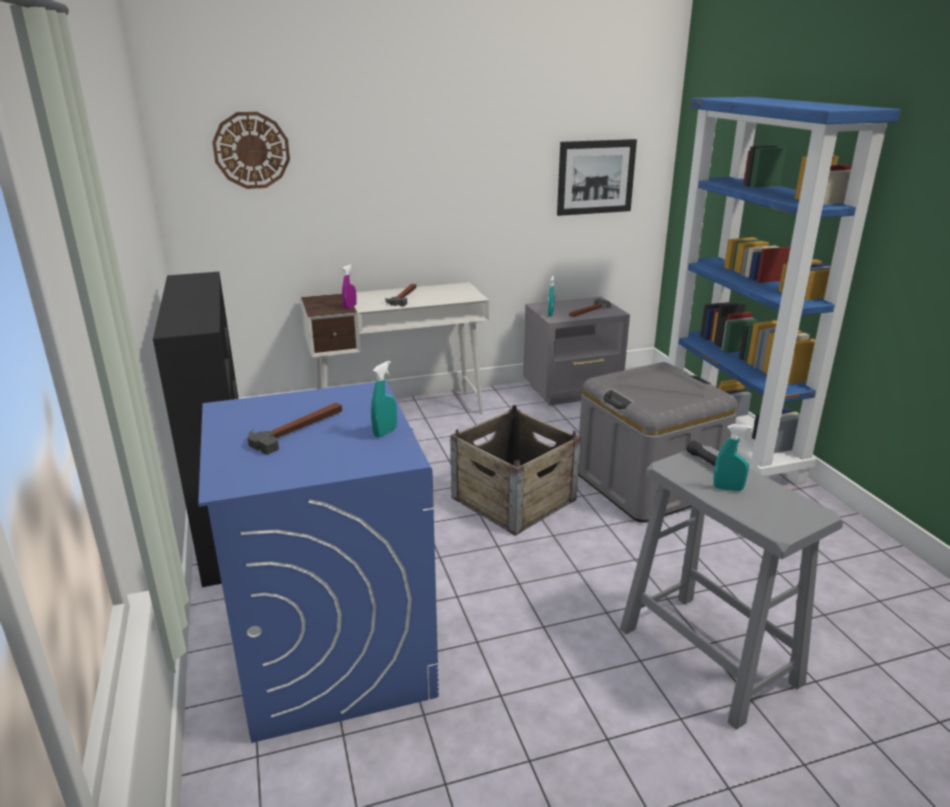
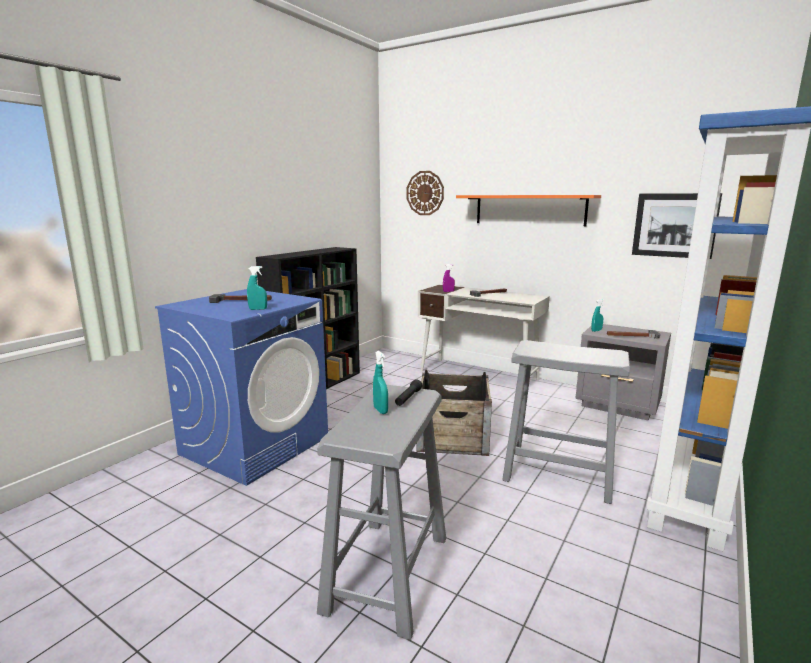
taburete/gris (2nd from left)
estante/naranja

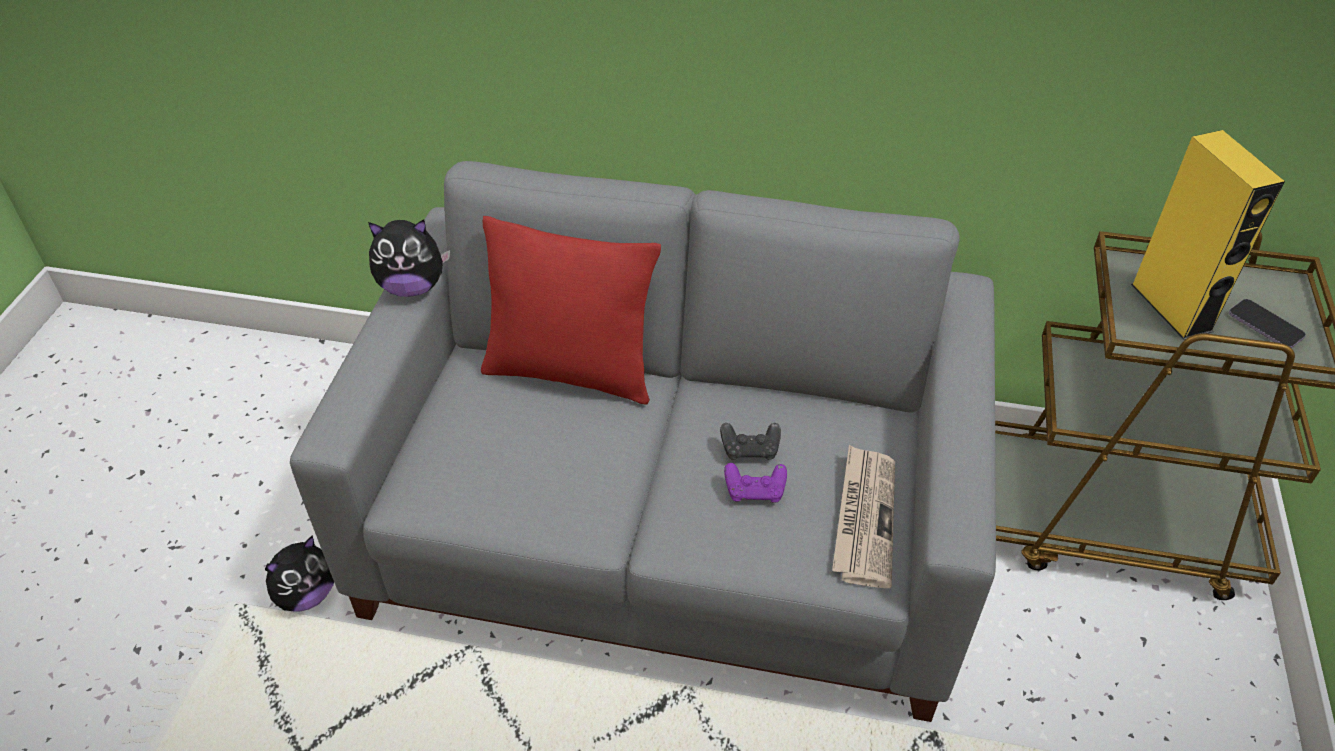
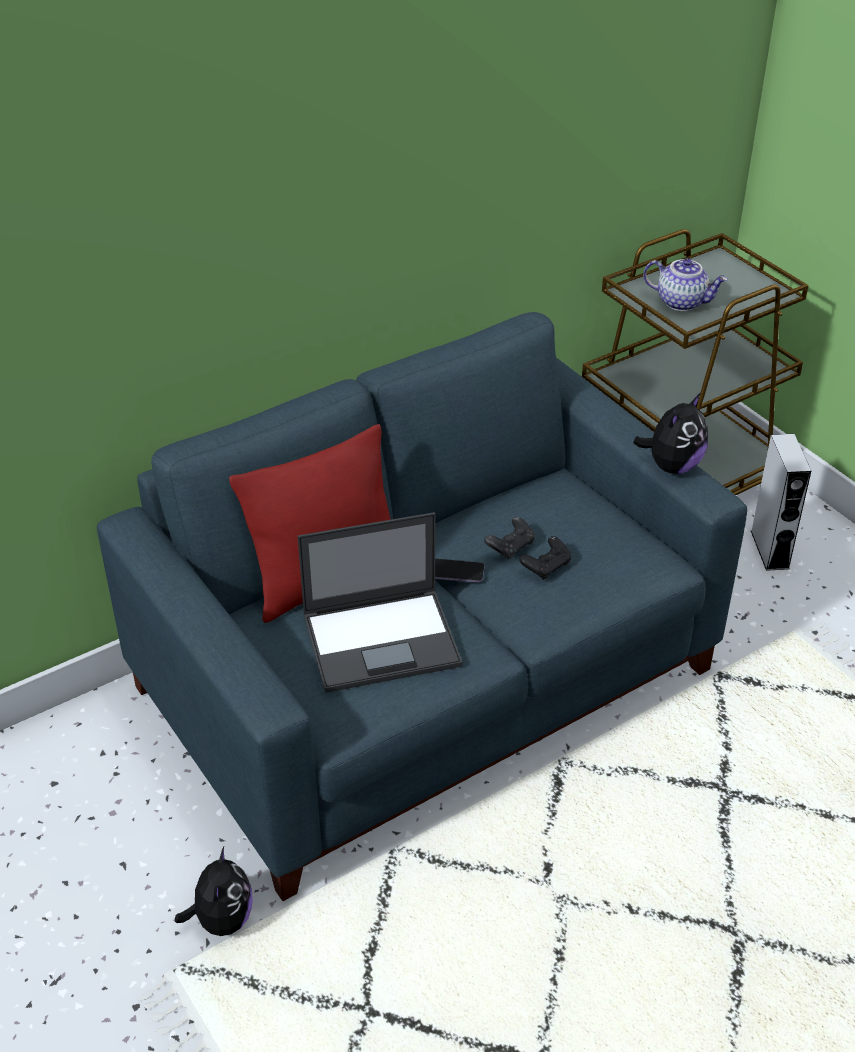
sofá/azul
peluche (2nd from left)
mando de consola/negro (2nd from left)
periódico
tetera
móvil
portátil
altavoz/gris

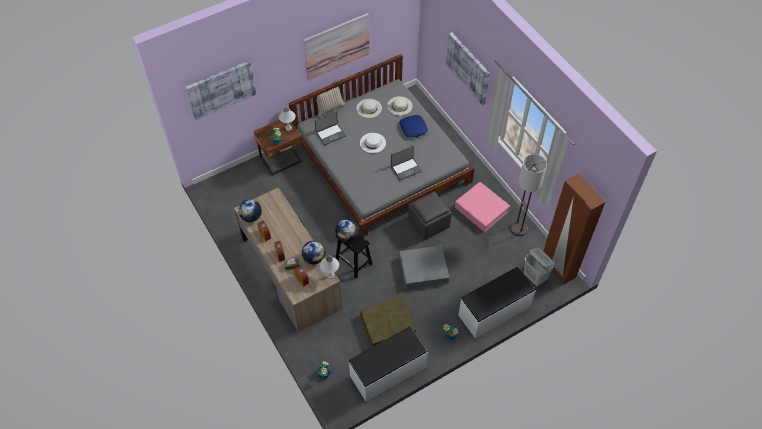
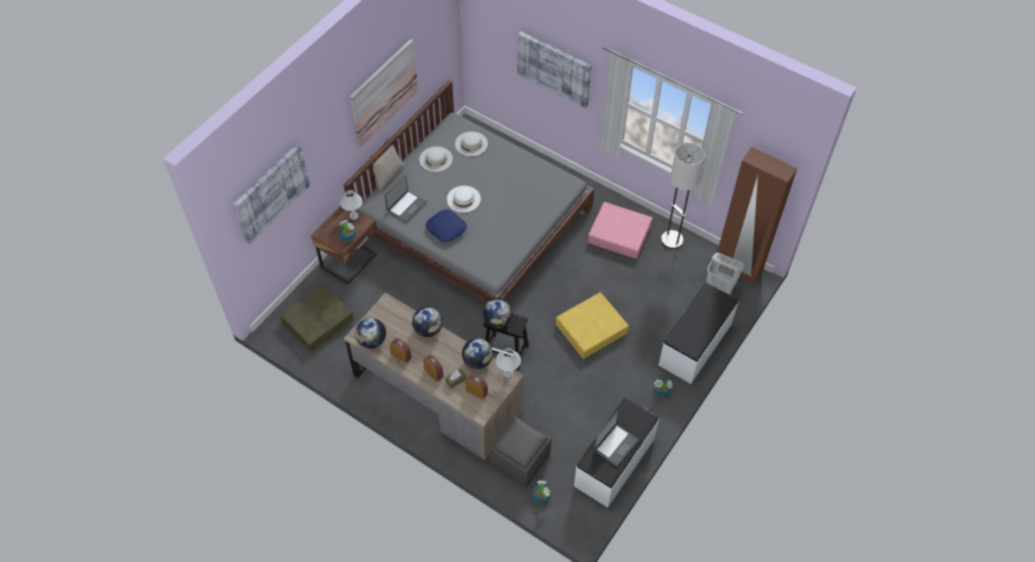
caja de almacenaje/marrón
portátil (2nd from left)
cojín/azul
caja de almacenaje/amarillo
puf/gris
globo terráqueo (2nd from left)

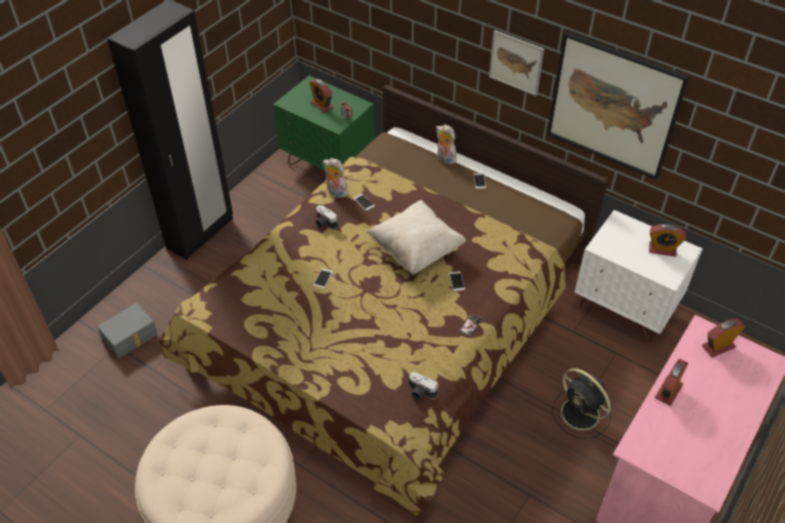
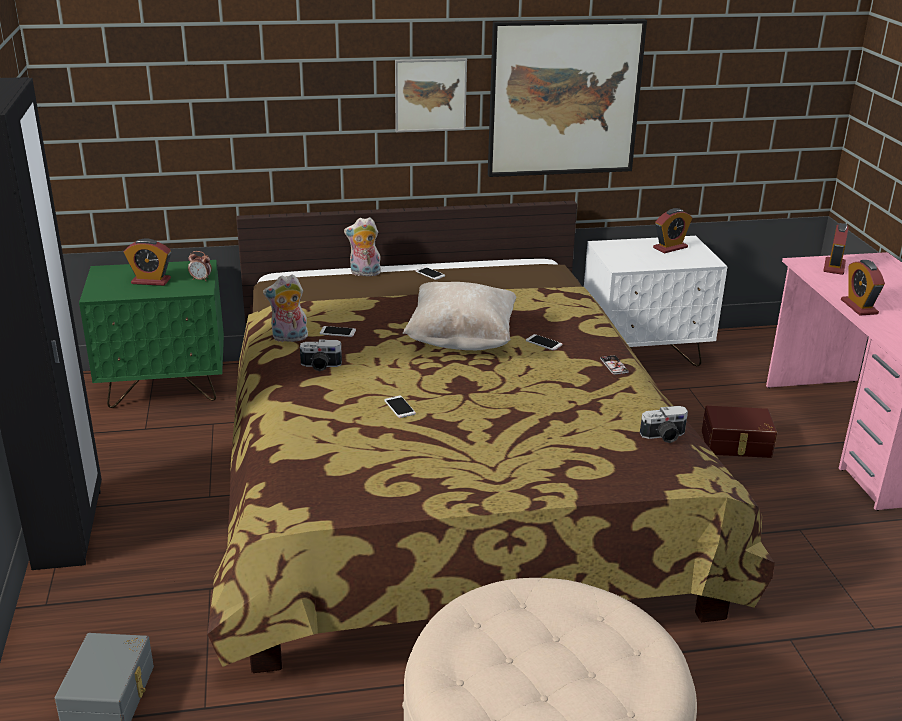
caja de almacenaje/marrón

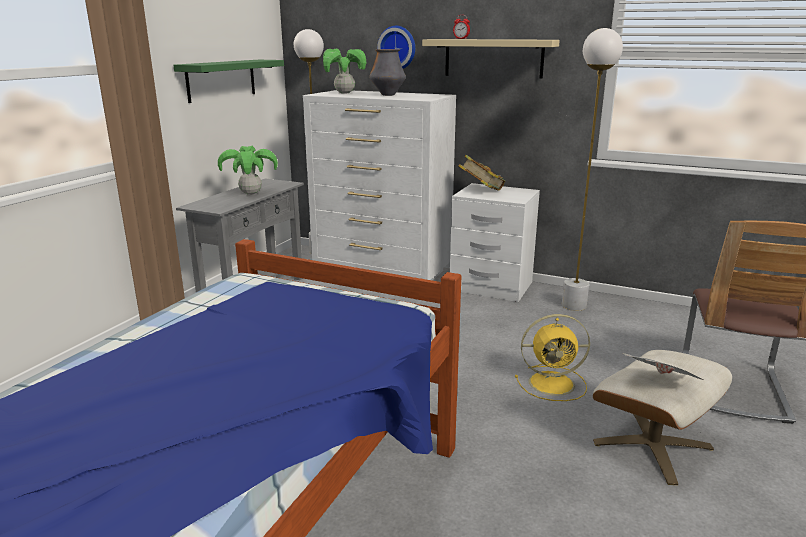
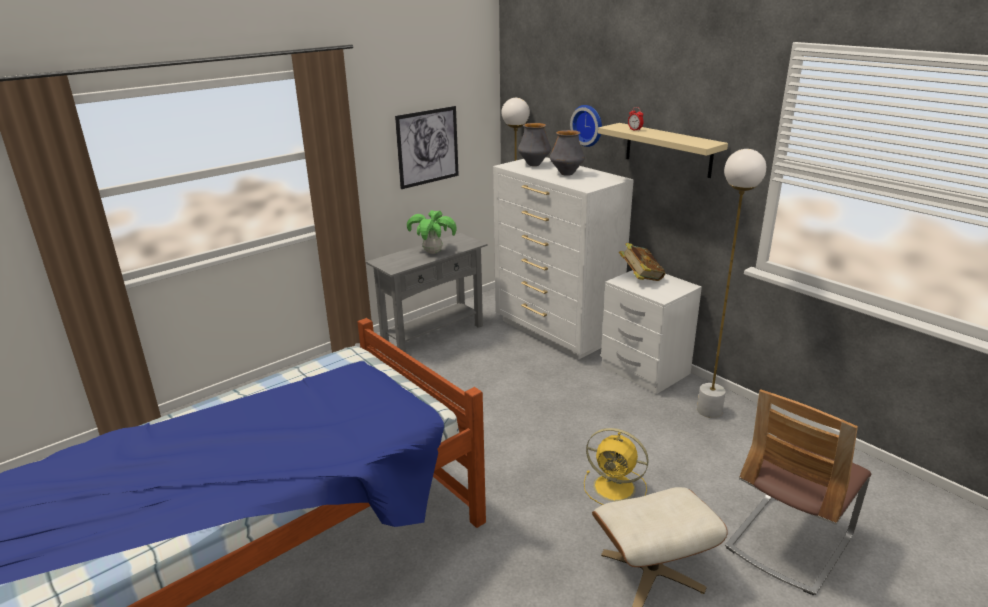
cuadro
florero (1st from left)
periódico

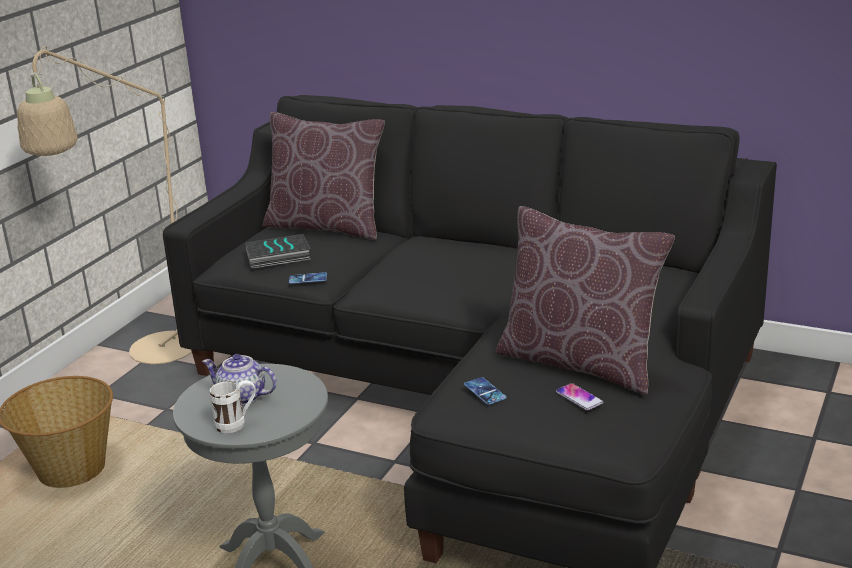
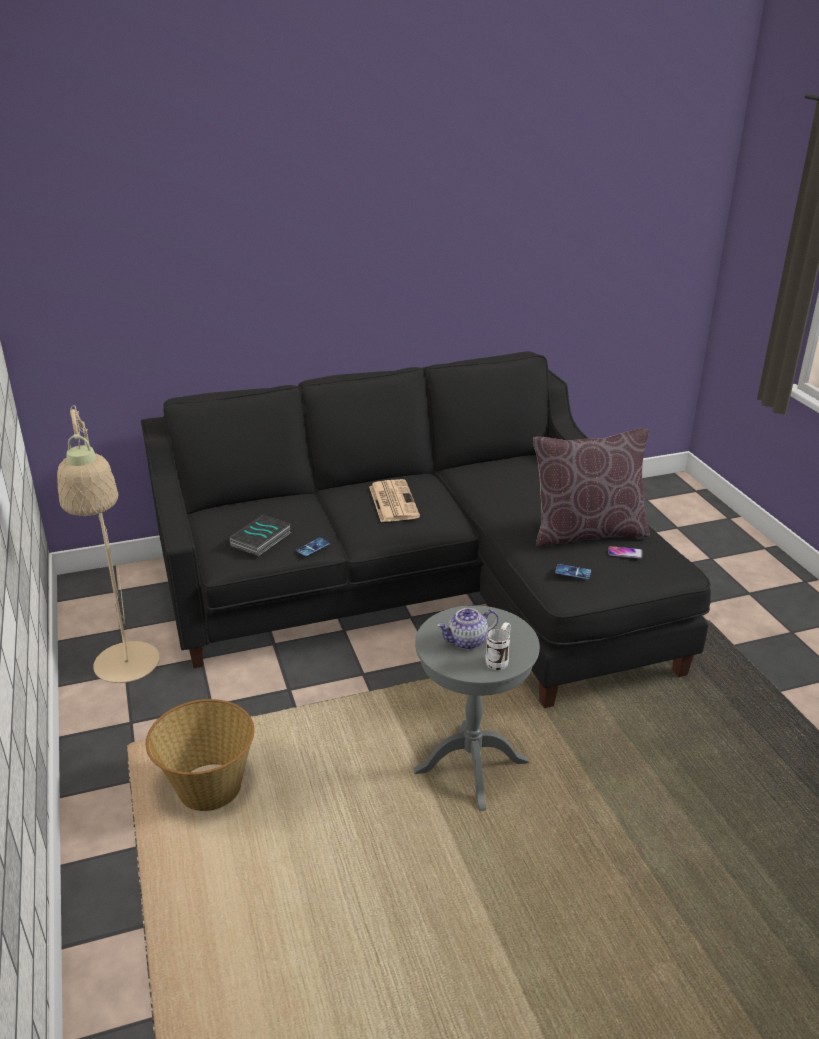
cojín/marrón (1st from left in the first image)
periódico

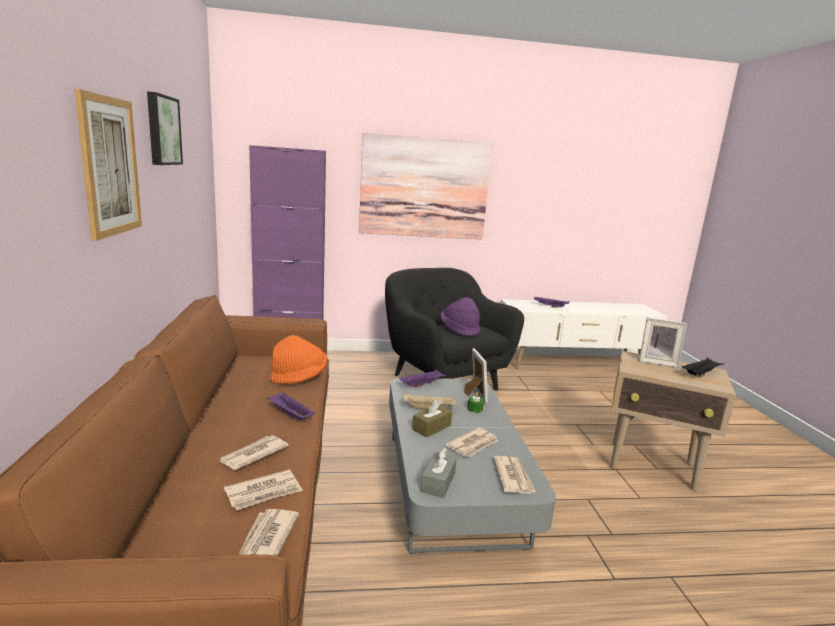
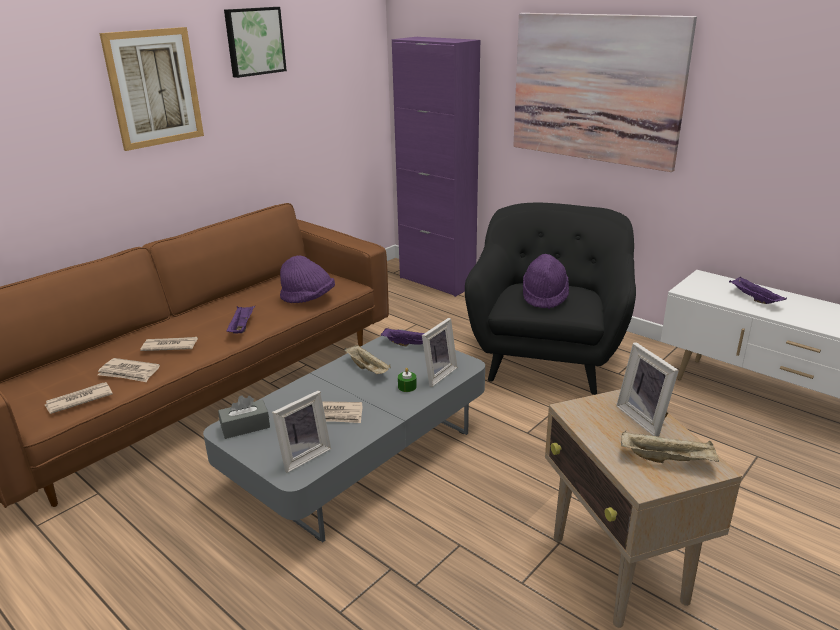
sombrero/morado (1st from left)
caja de pañuelos/marrón
portarretratos (1st from left)
bandeja/beis (2nd from left)

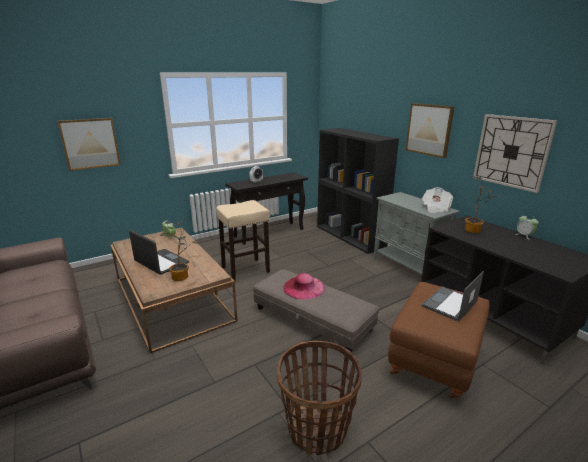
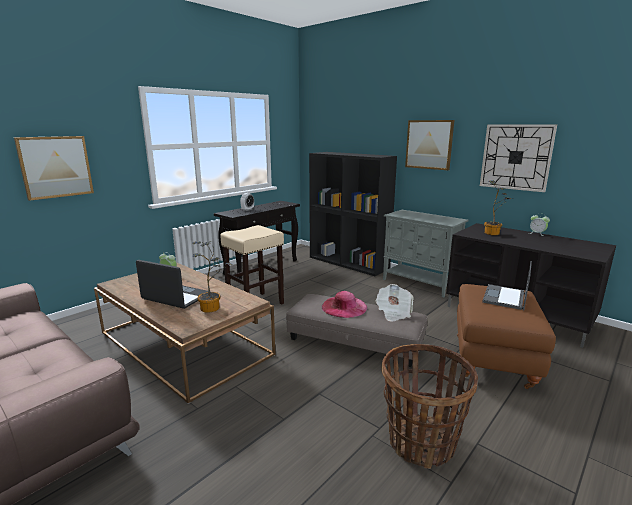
periódico

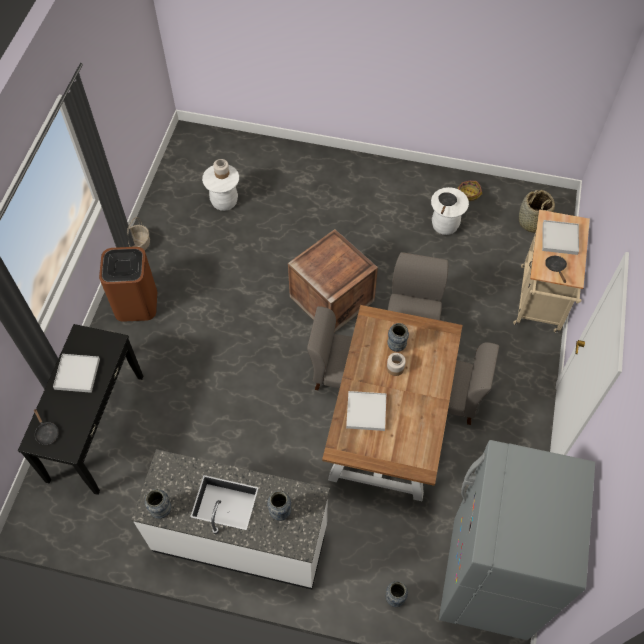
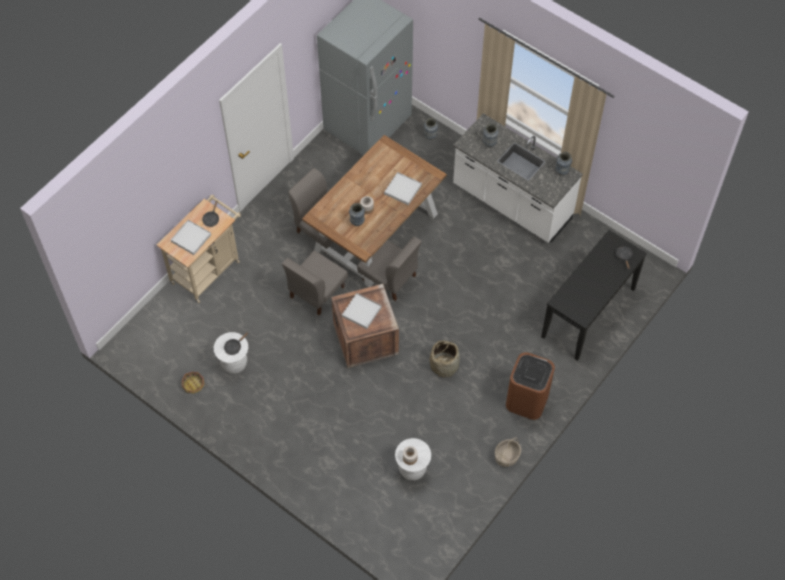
bandeja/blanco (2nd from left)
cesta (2nd from left)

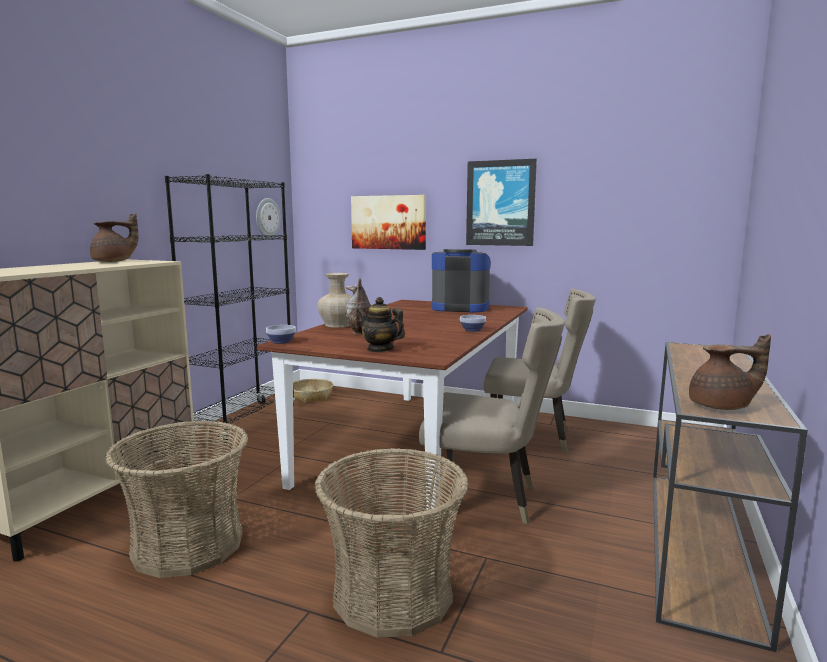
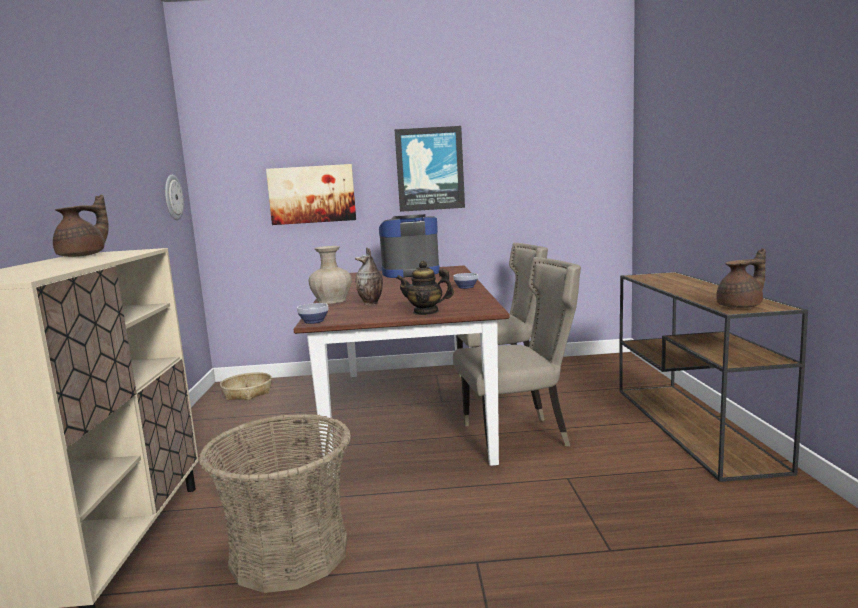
estantería/negro
cesta (3rd from left in the first image)

